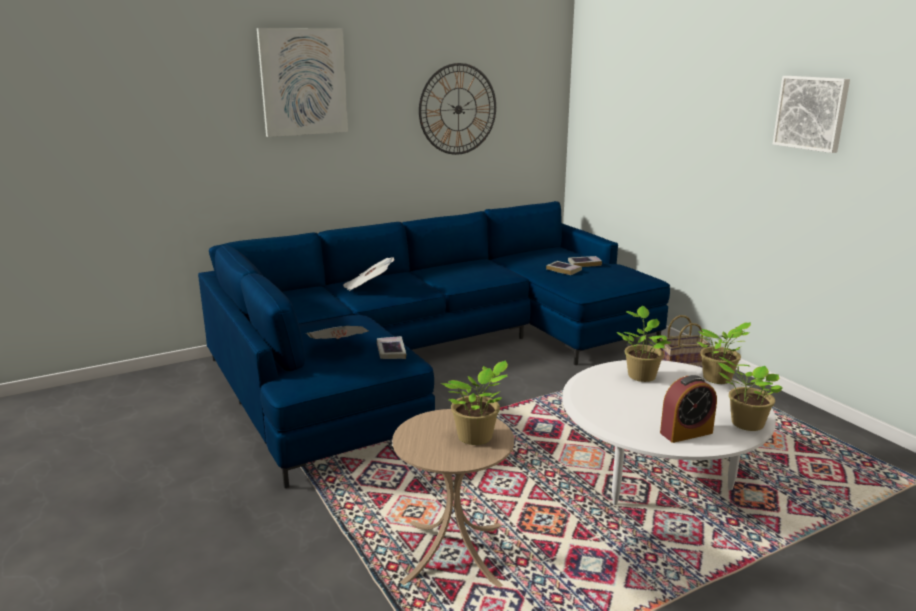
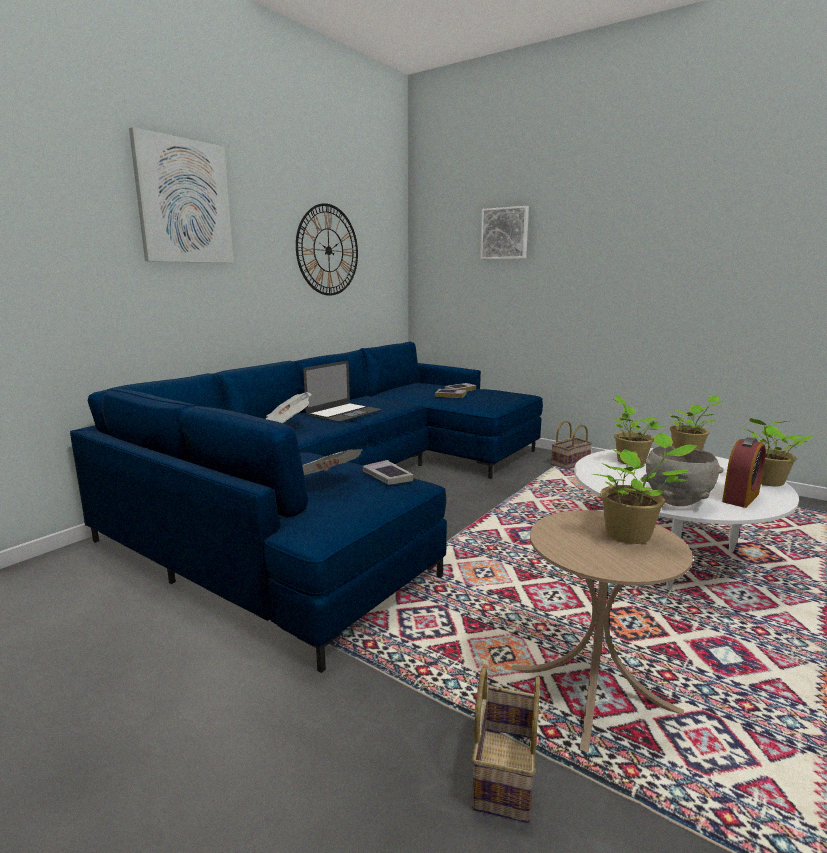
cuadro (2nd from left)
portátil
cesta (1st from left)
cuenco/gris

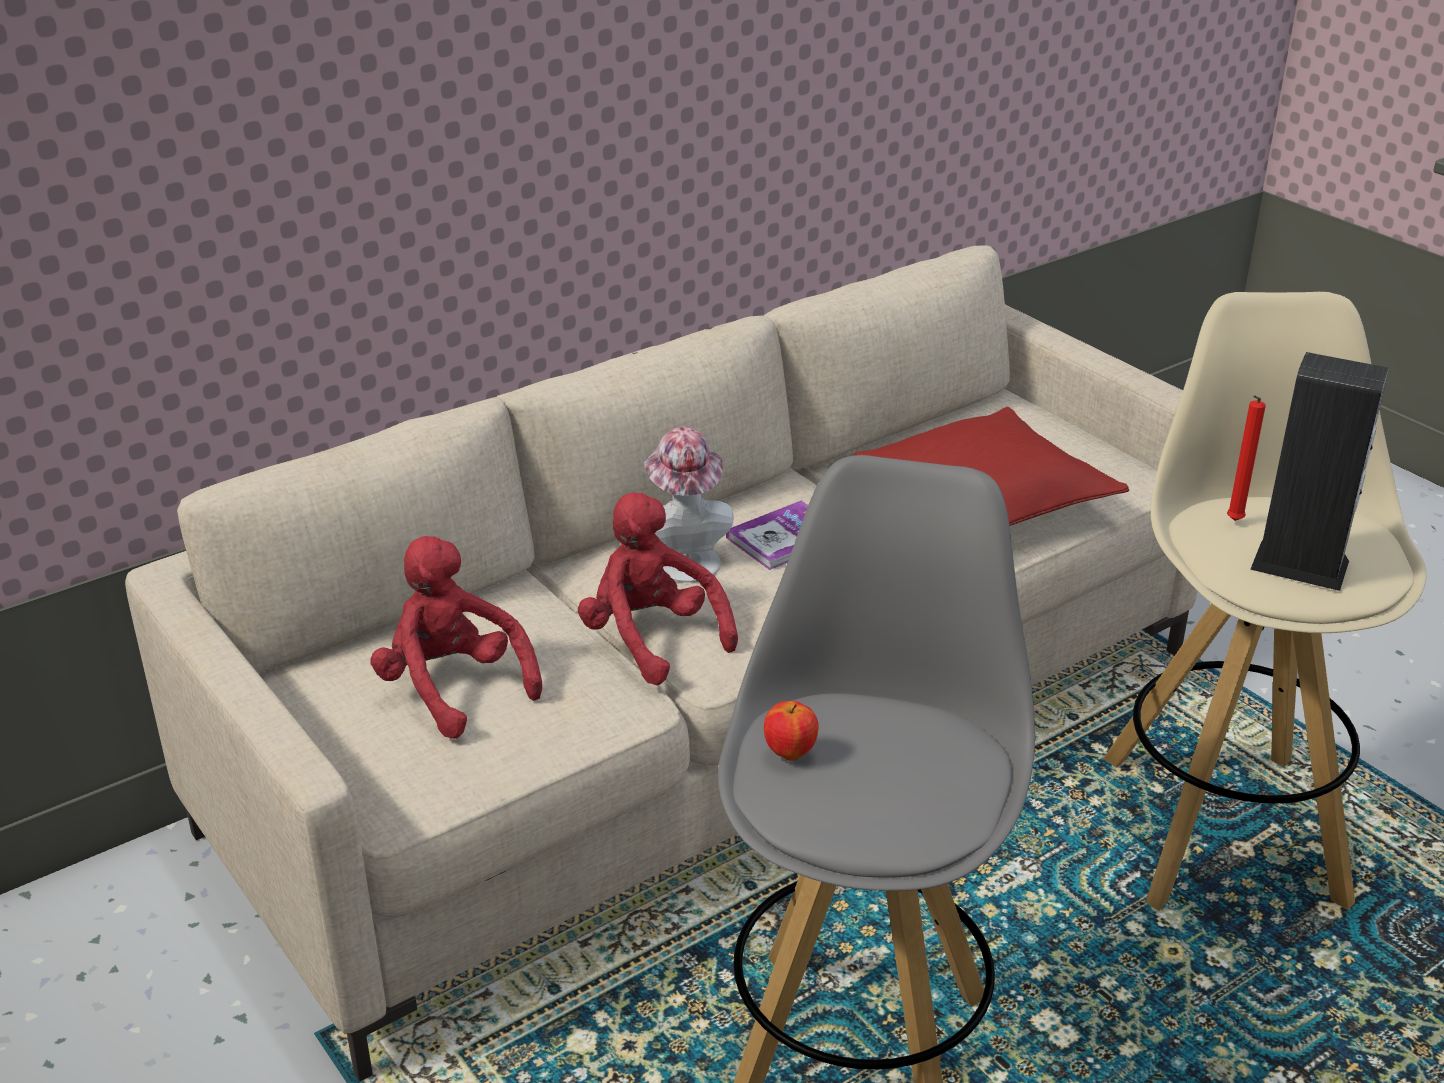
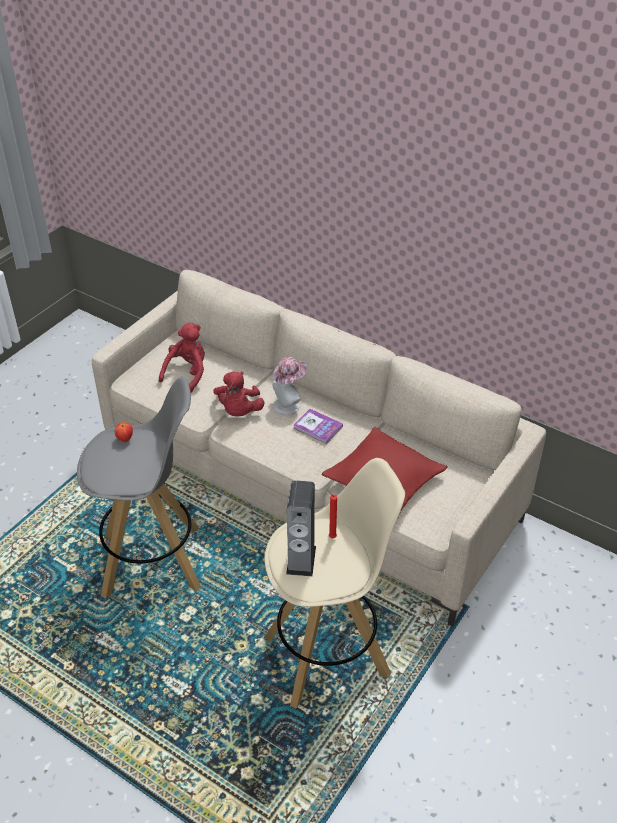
peluche/rojo (2nd from left)

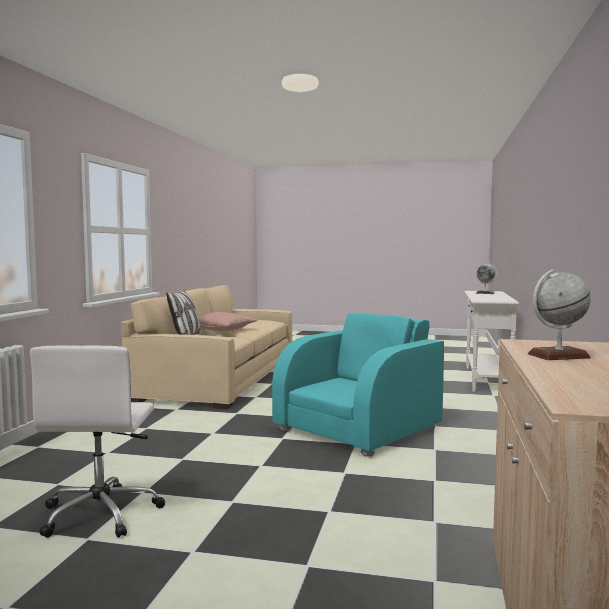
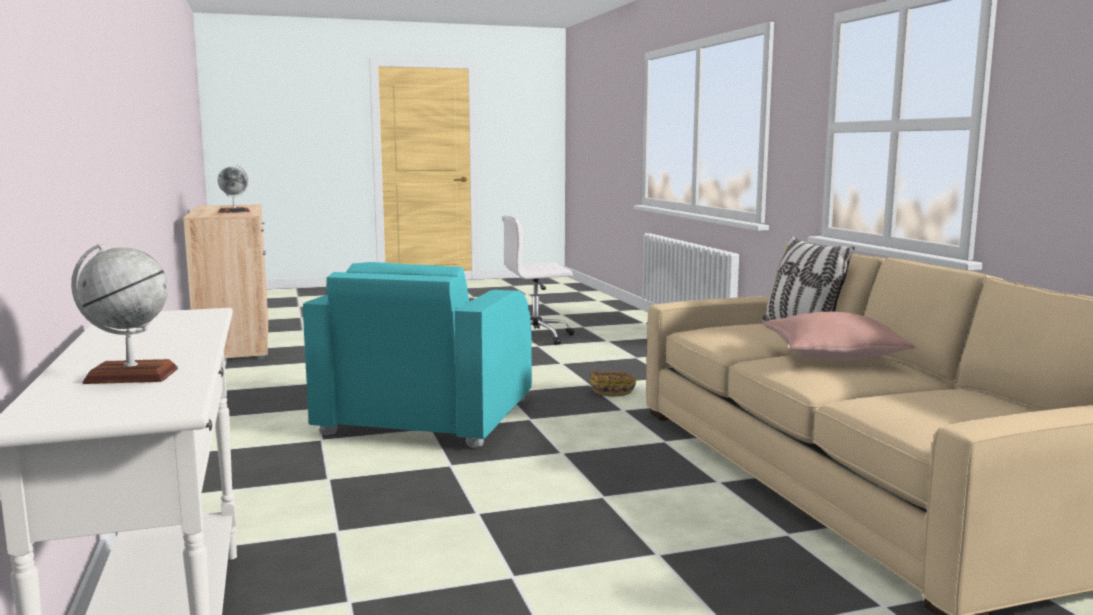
silla de oficina/blanco
cesta

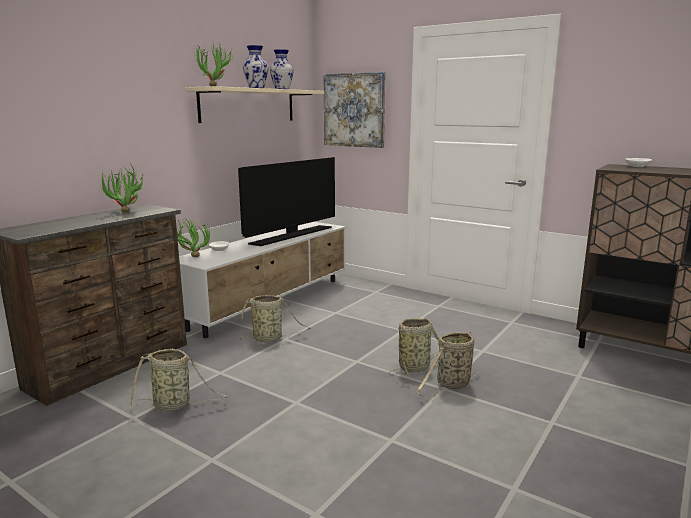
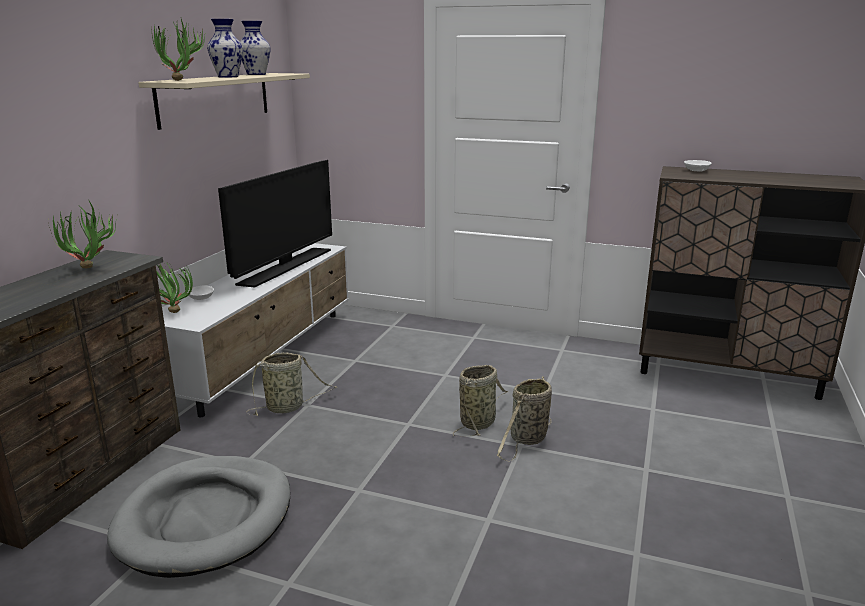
cama para perro/gris
cuadro

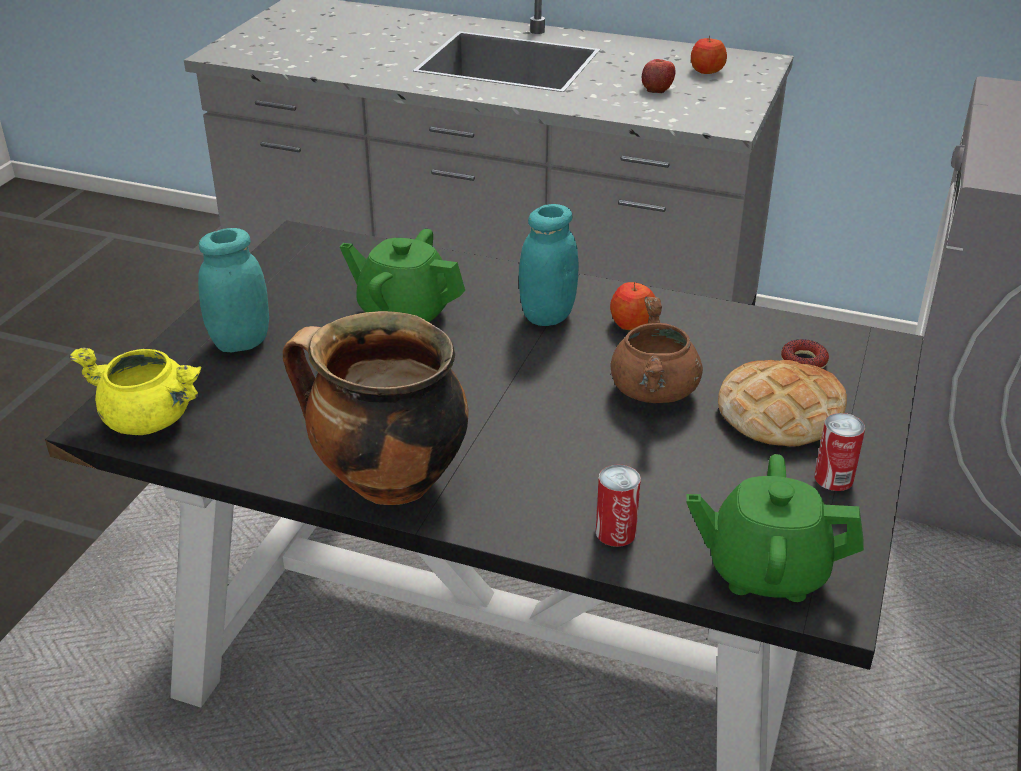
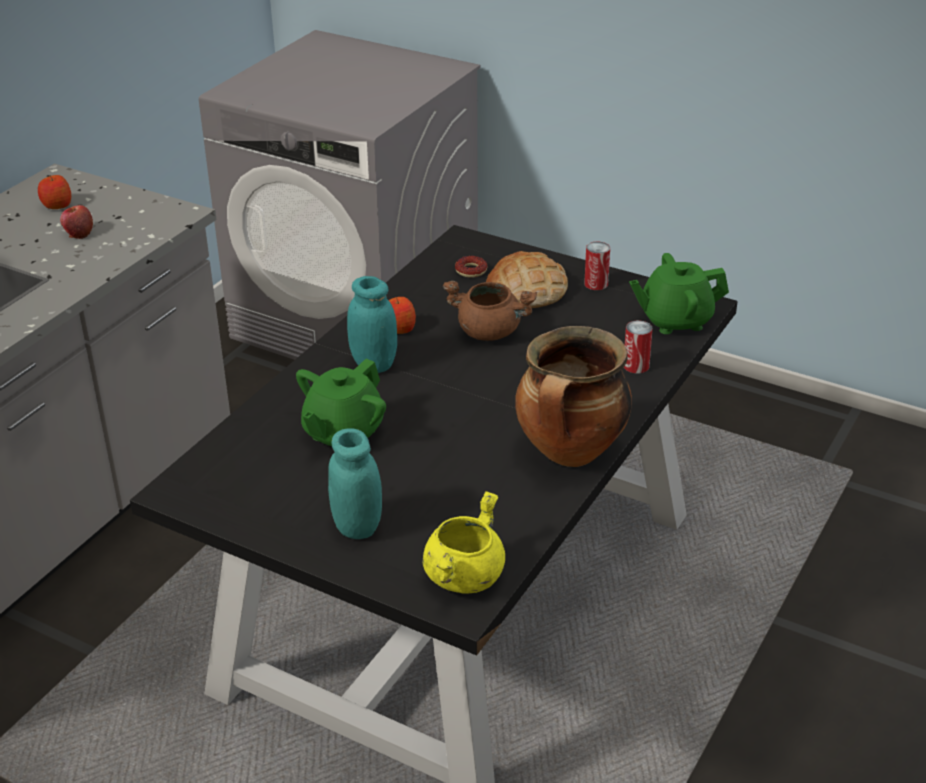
tetera/verde (2nd from left)

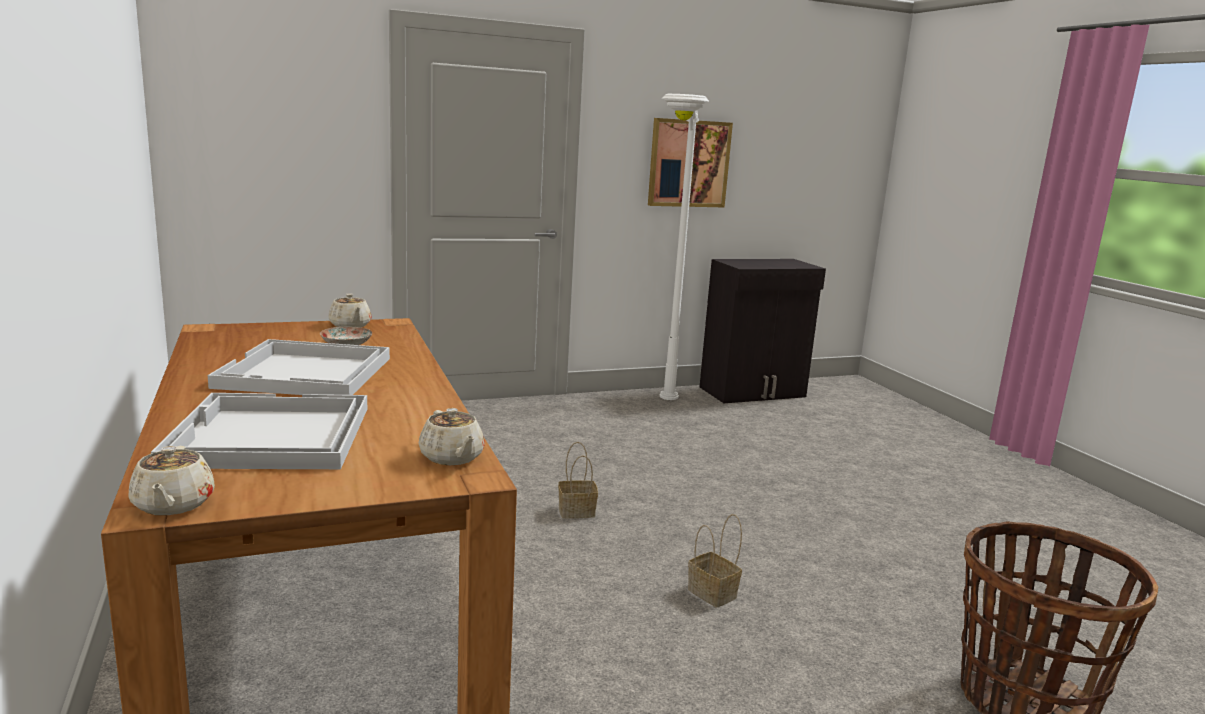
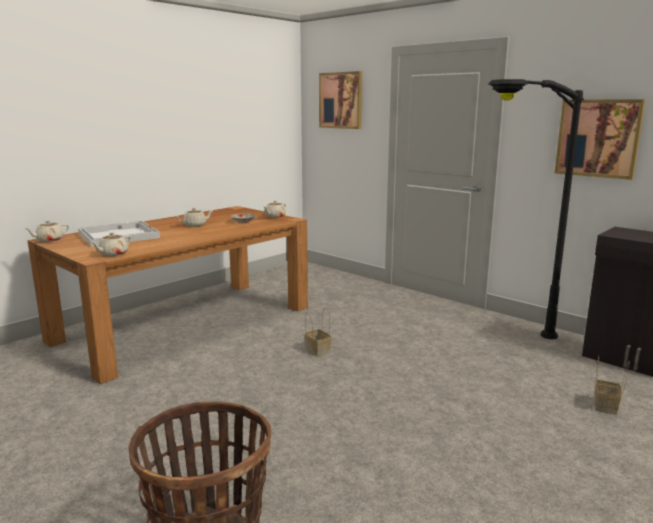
tetera/beis (3rd from left)
lámpara de pie/negro
cesta (3rd from left)
cuadro (1st from left)

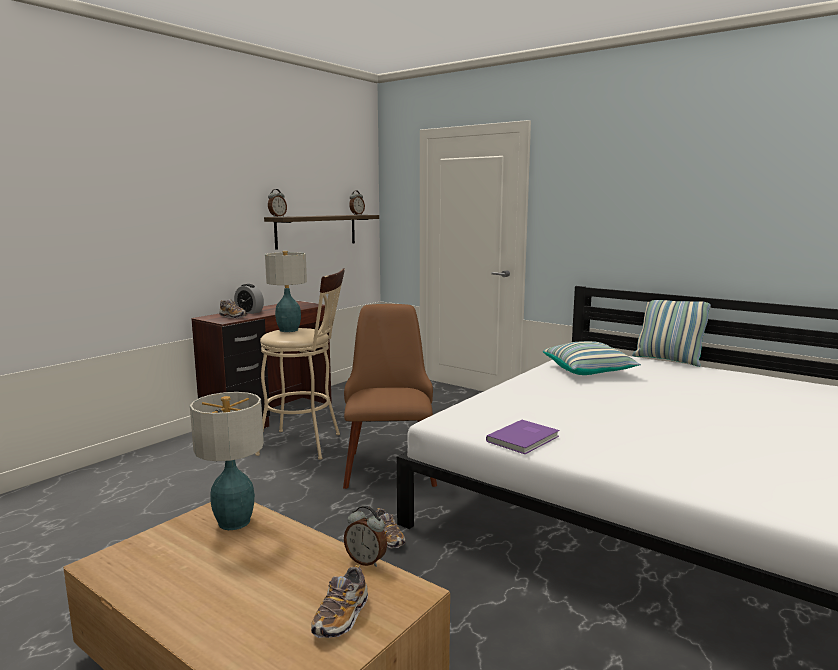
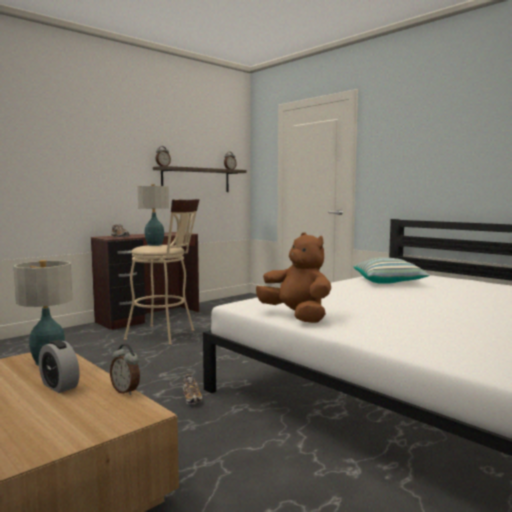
despertador (1st from left)
zapato (2nd from left in the first image)
silla/marrón
peluche/marrón
cojín (2nd from left in the first image)

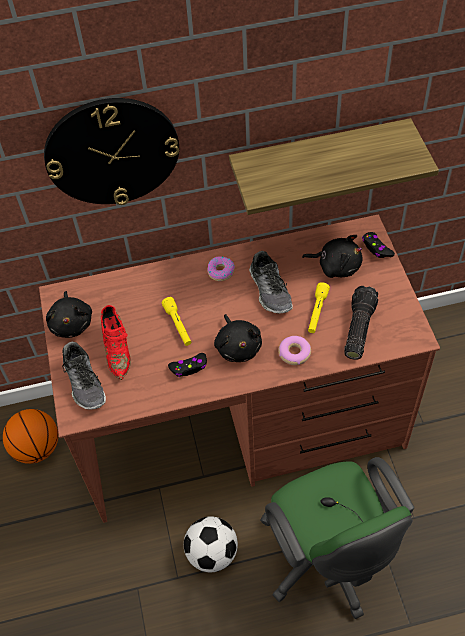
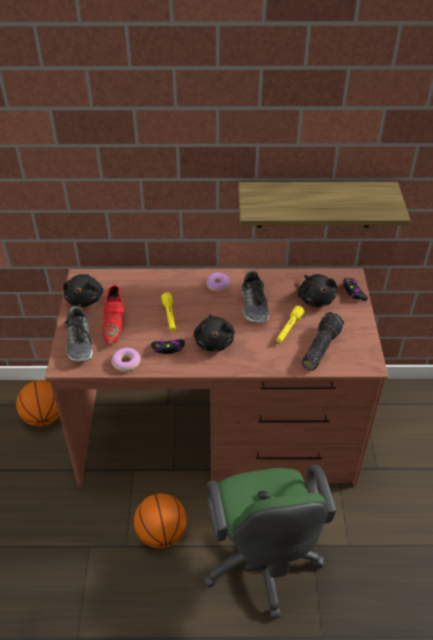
reloj de pared
balón de baloncesto (2nd from left)
rosquilla (1st from left)
peluche/negro (3rd from left)

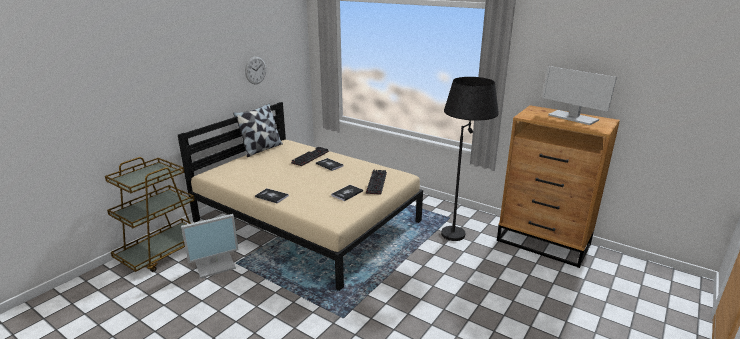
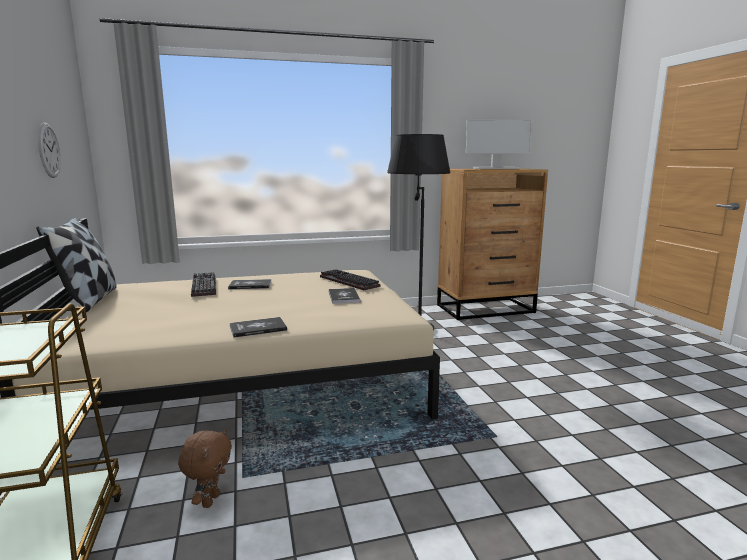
peluche/marrón

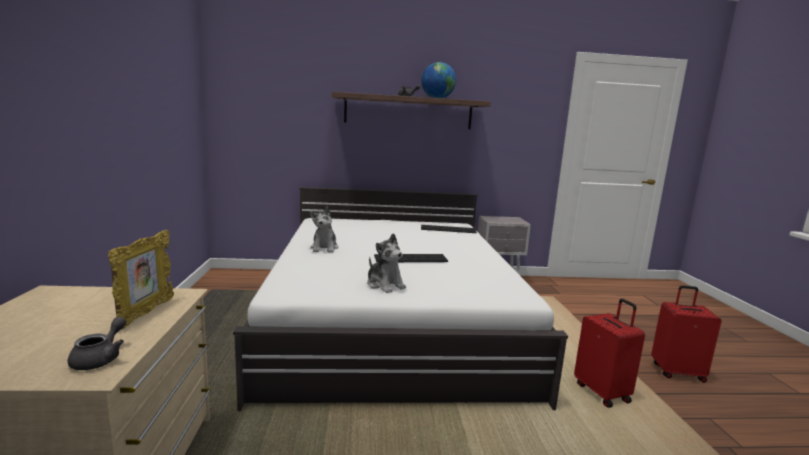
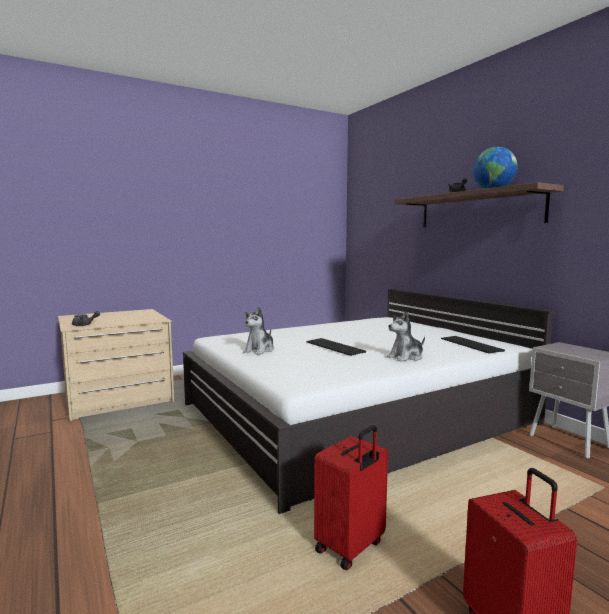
portarretratos
peluche (2nd from left)

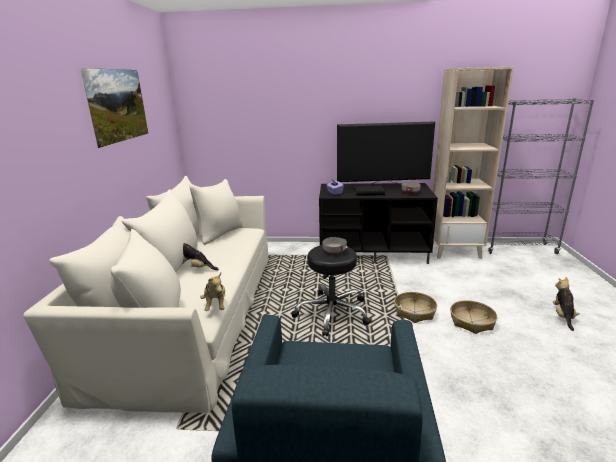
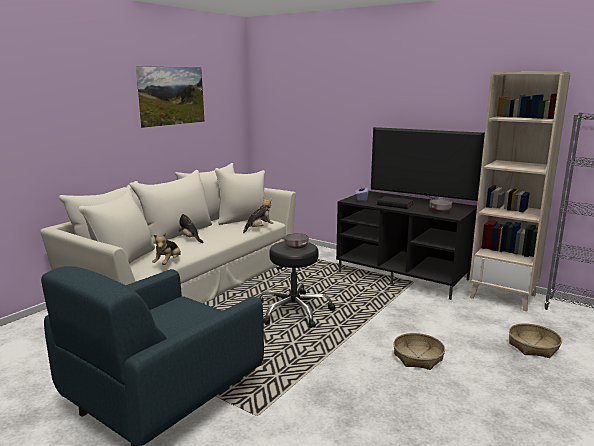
cesta (2nd from left)
peluche (3rd from left)

